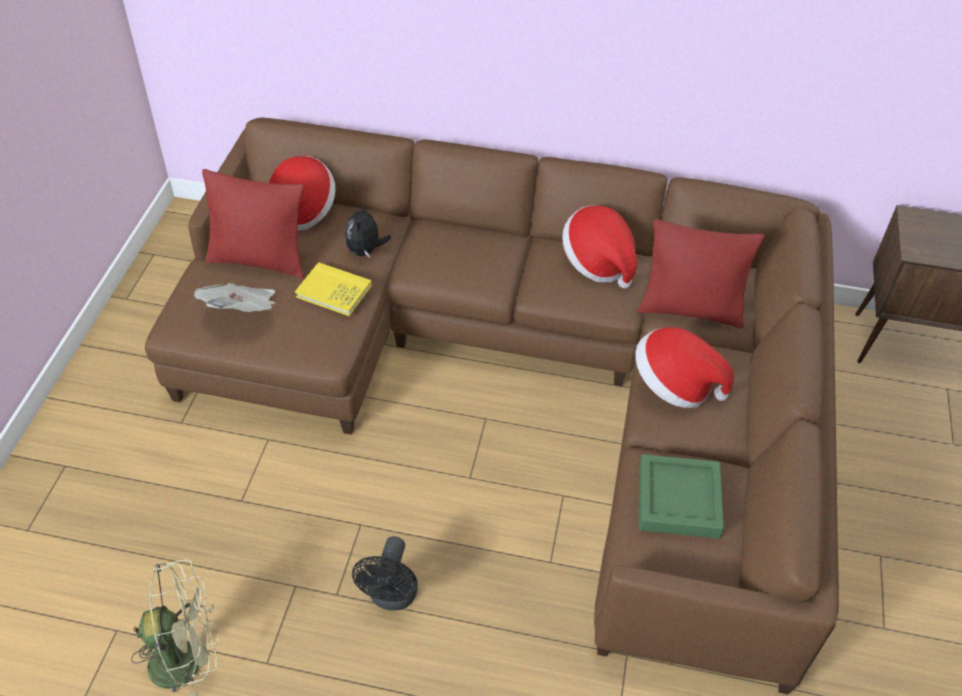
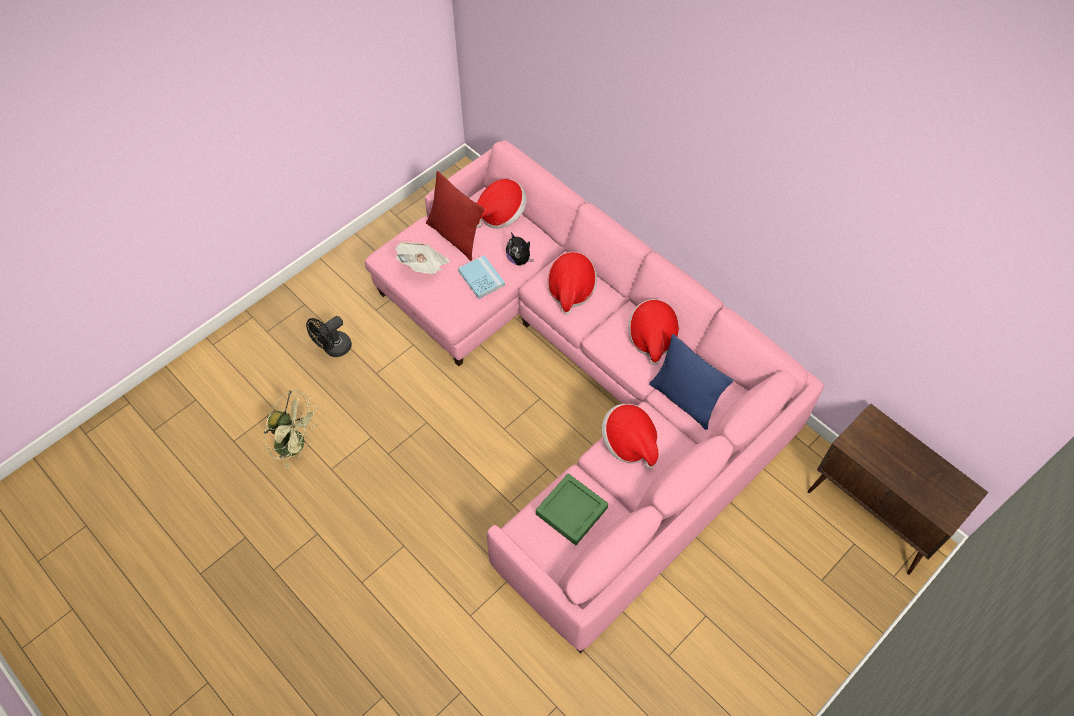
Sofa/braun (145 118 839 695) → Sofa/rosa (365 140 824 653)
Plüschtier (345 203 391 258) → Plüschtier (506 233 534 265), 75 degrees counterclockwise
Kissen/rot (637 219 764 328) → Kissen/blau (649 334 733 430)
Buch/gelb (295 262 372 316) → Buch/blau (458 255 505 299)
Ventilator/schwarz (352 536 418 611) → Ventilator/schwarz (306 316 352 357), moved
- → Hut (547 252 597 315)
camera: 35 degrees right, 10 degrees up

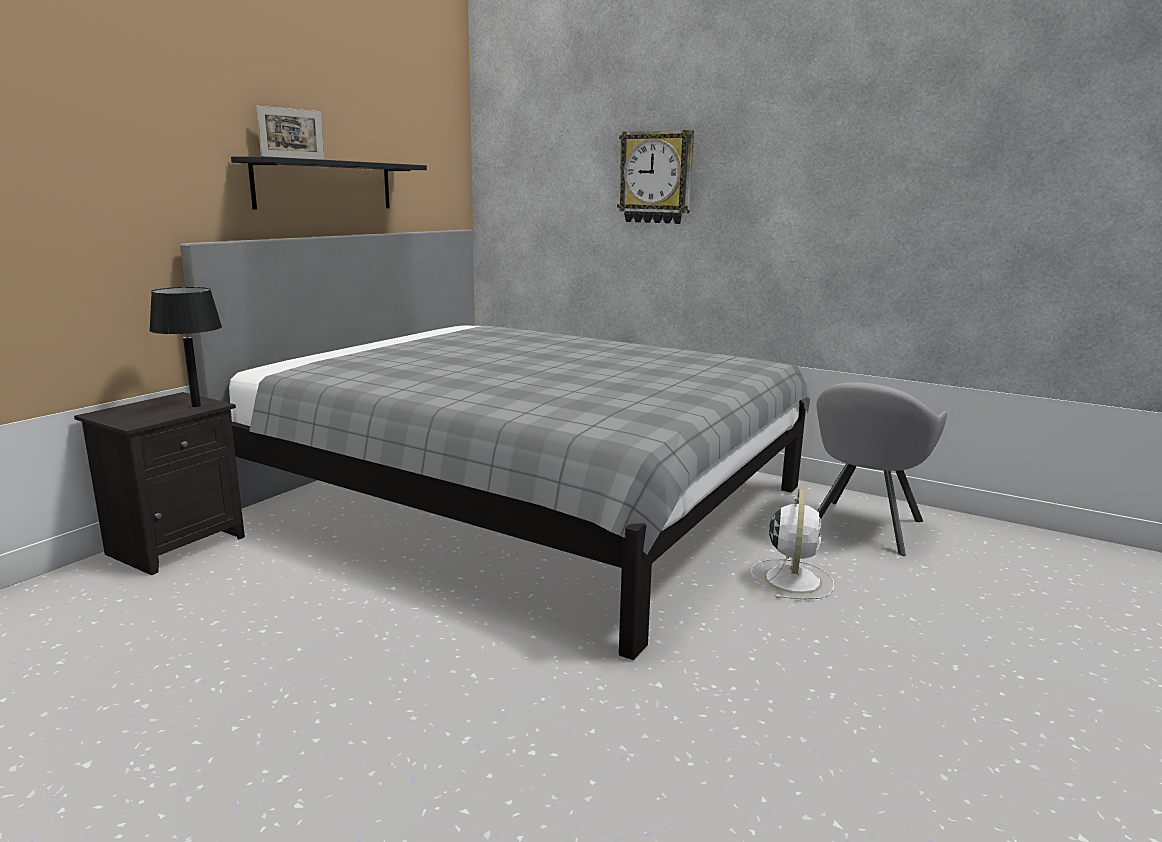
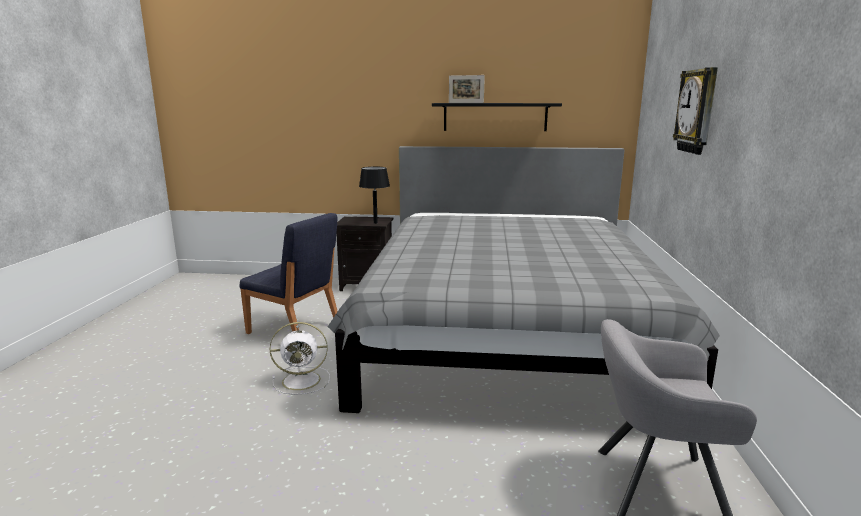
Ventilator/weiß (751 489 834 599) → Ventilator/weiß (270 322 330 395), moved
- → Stuhl/blau (240 213 338 334)
camera: 65 degrees right, 0 degrees up

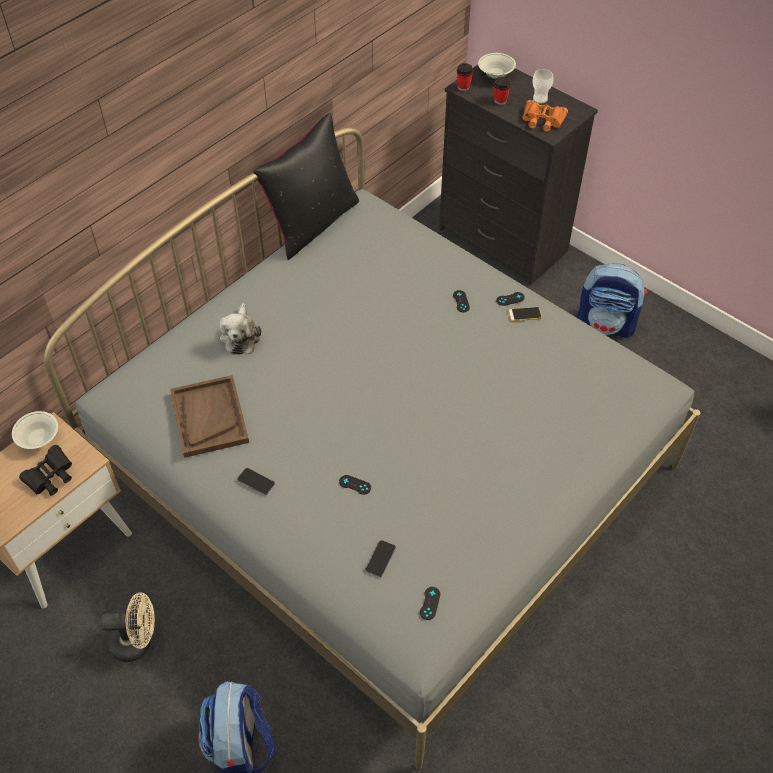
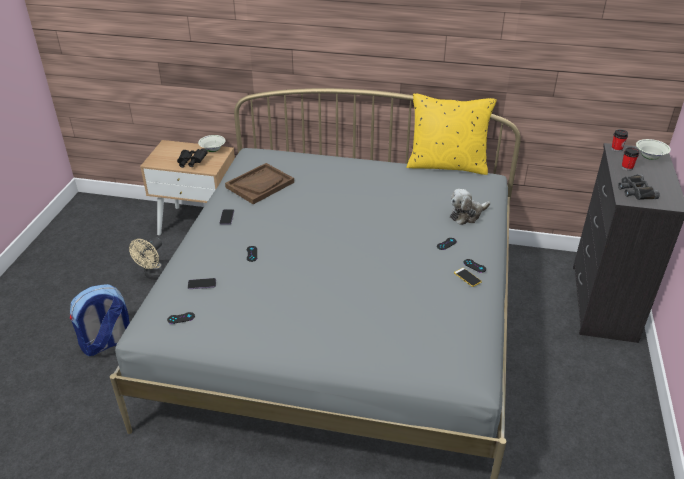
Tasse (532 69 554 103) → -
Fernglas/orange (522 100 568 131) → Fernglas/schwarz (618 174 660 200)
Kissen/schwarz (253 113 359 260) → Kissen/gelb (406 93 497 175)
Rucksack (576 264 647 338) → -
Plüschtier (220 303 261 355) → Plüschtier (450 189 490 225), moved
Ventilator/beige (101 592 155 662) → Ventilator/beige (129 238 168 280), 60 degrees clockwise
camera: 60 degrees right, 15 degrees down

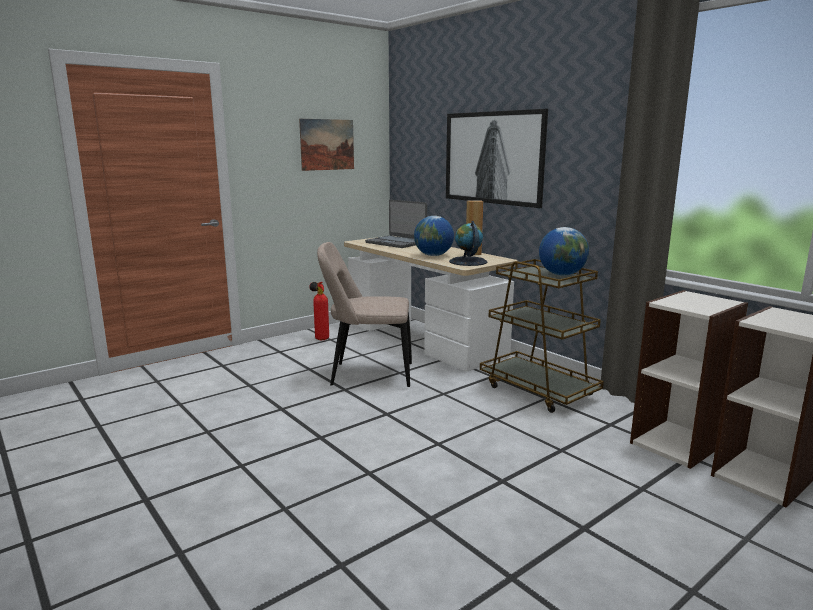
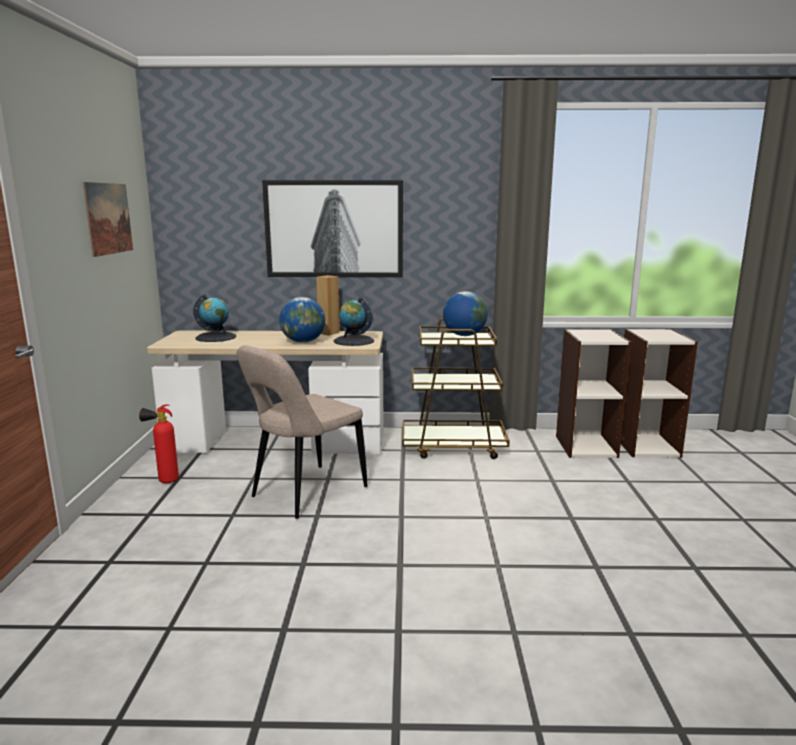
Laptop (365 199 427 248) → Globus (193 294 236 342)
camera: 50 degrees left, 0 degrees up

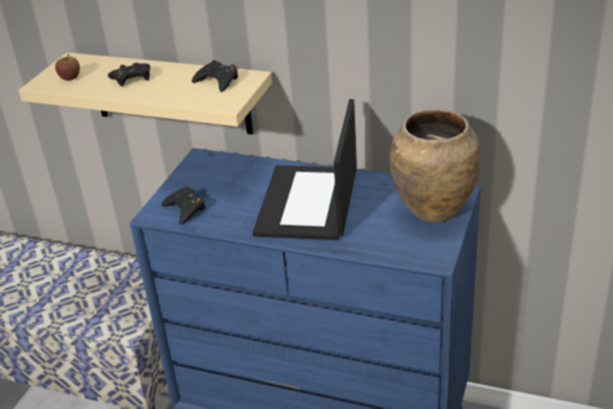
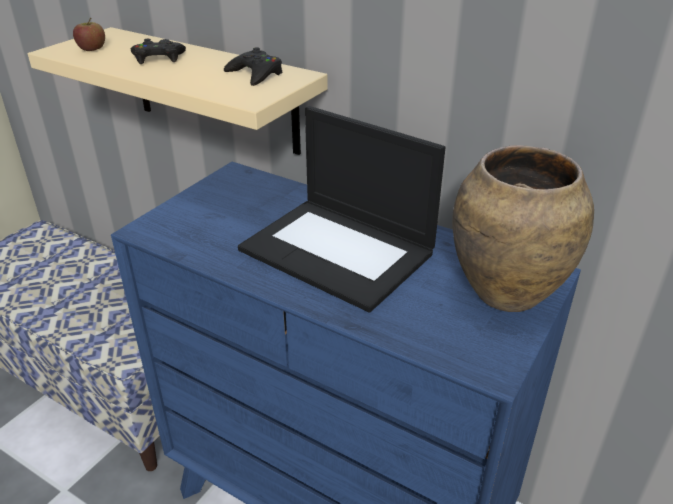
Laptop (253 99 357 240) → Laptop (238 106 446 313), 75 degrees counterclockwise
Gamepad/schwarz (161 187 206 224) → -
camera: 10 degrees right, 0 degrees up

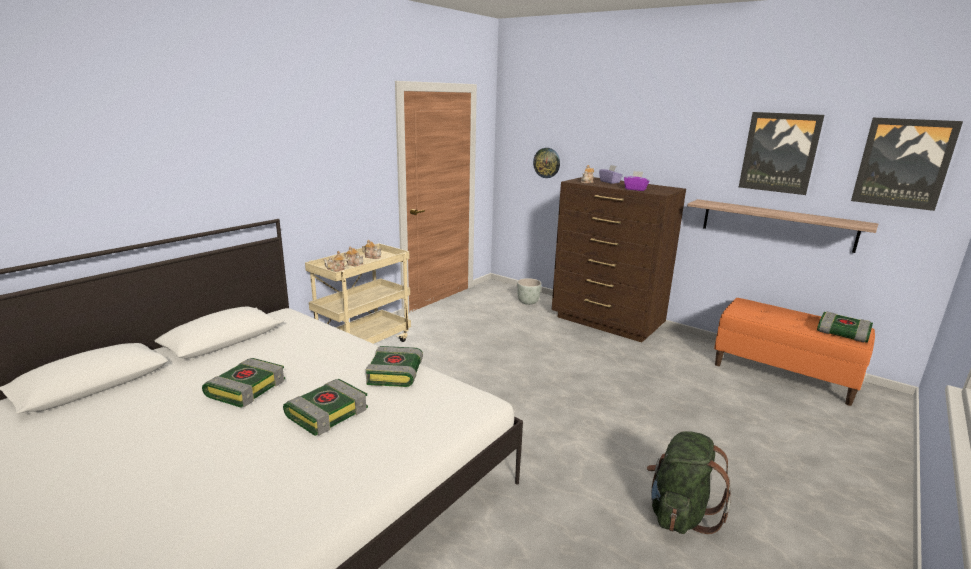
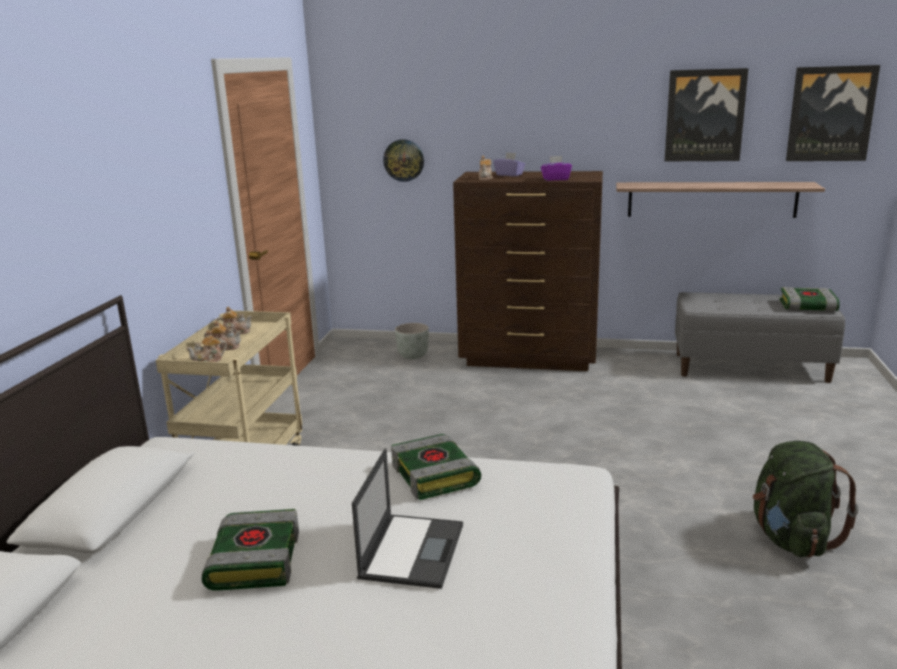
Bank/orange (714 298 875 406) → Bank/grau (675 292 845 383)
Buch (283 379 368 436) → Laptop (352 448 463 589)
camera: 25 degrees left, 0 degrees up

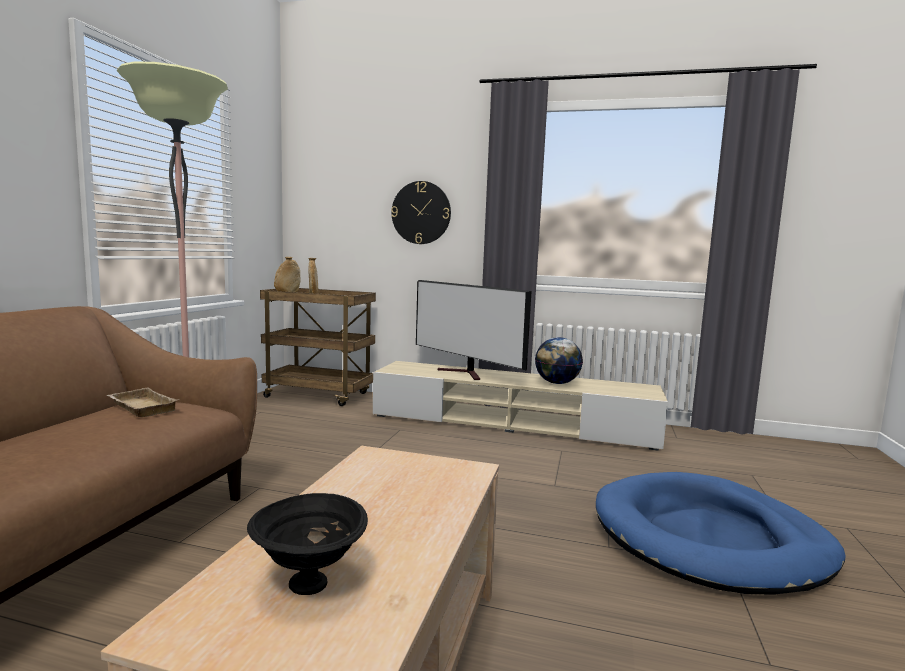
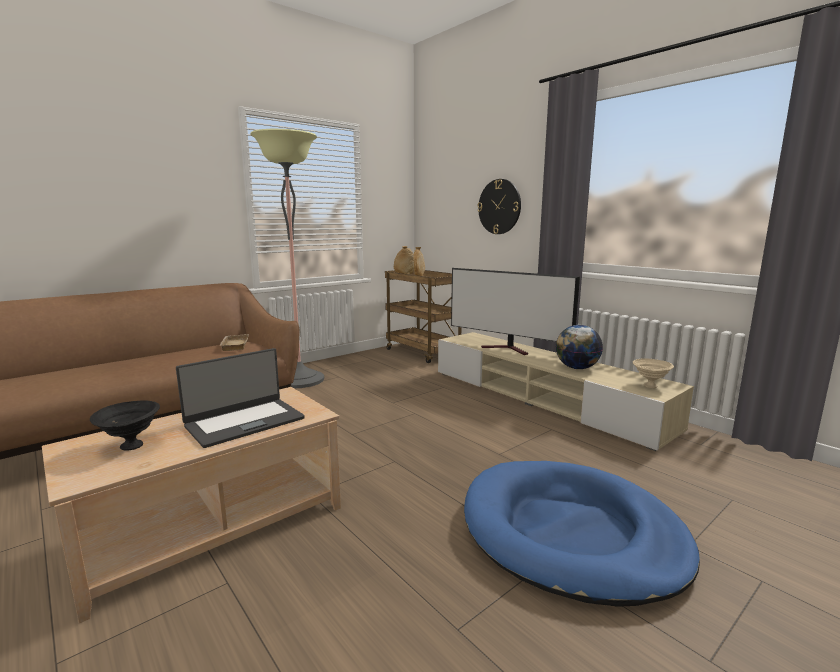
Fernseher (416 280 531 380) → Fernseher (451 268 580 355), 45 degrees counterclockwise
- → Laptop (176 348 305 448)
- → Schüssel/beige (633 358 674 388)
camera: 35 degrees right, 5 degrees up

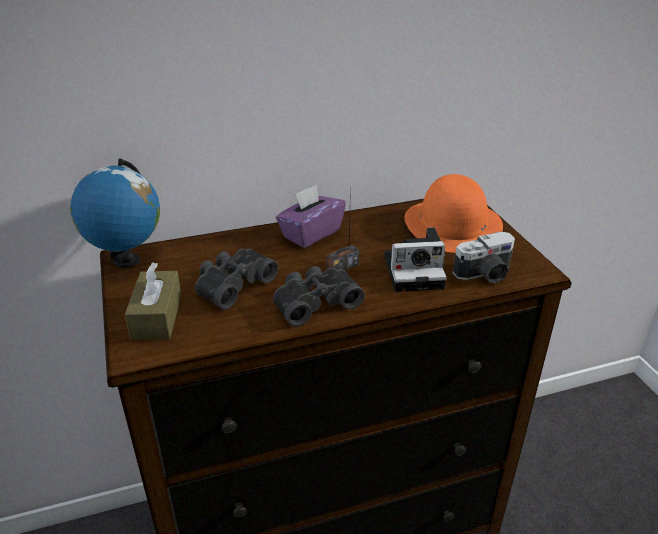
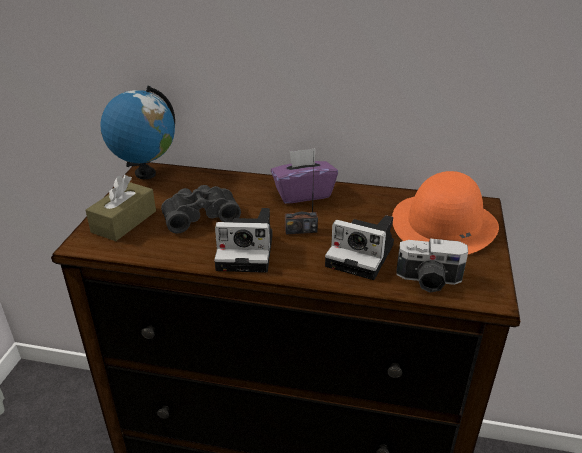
Fernglas/schwarz (273 266 365 327) → Kamera (214 208 272 273)
camera: 30 degrees right, 0 degrees up

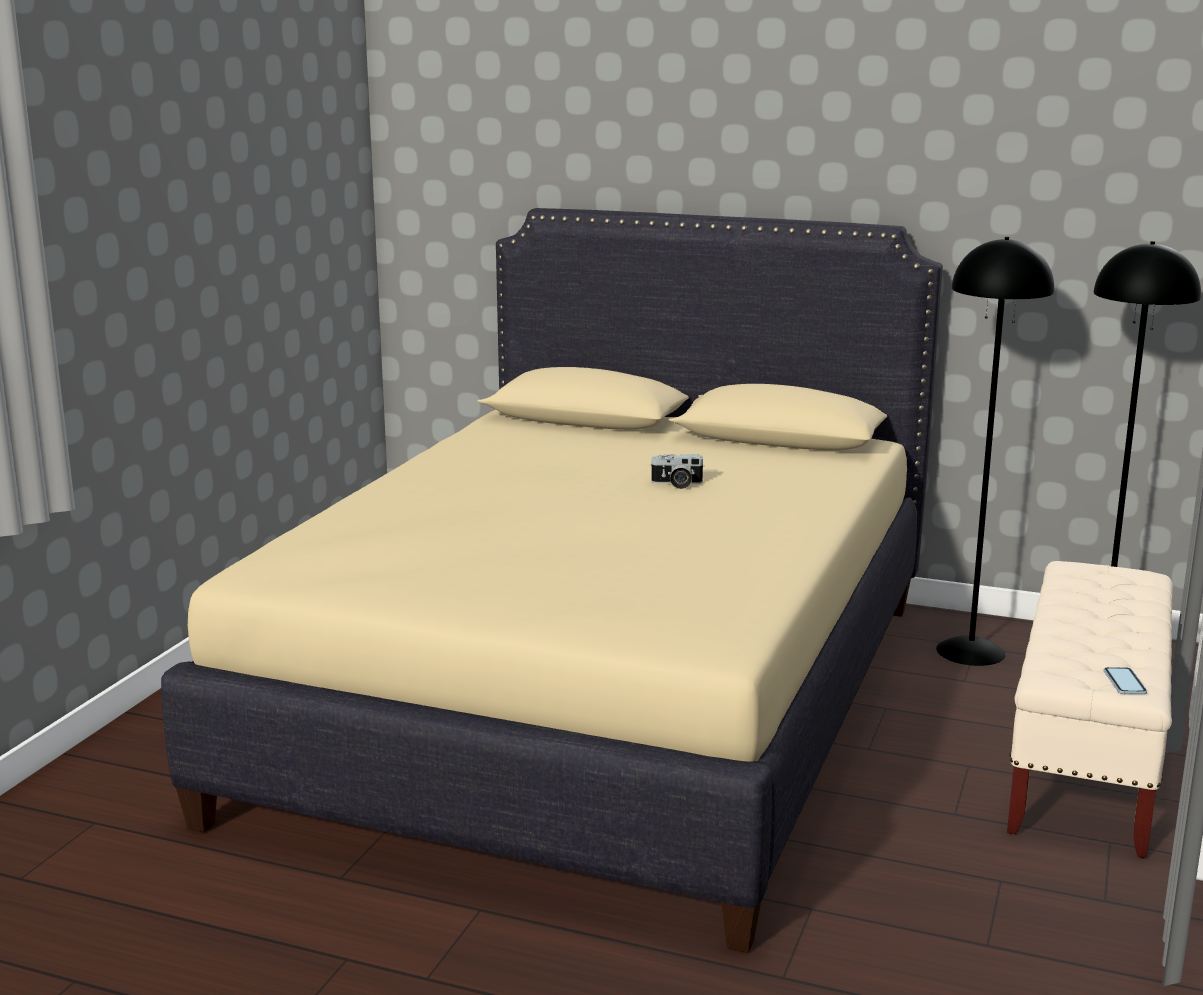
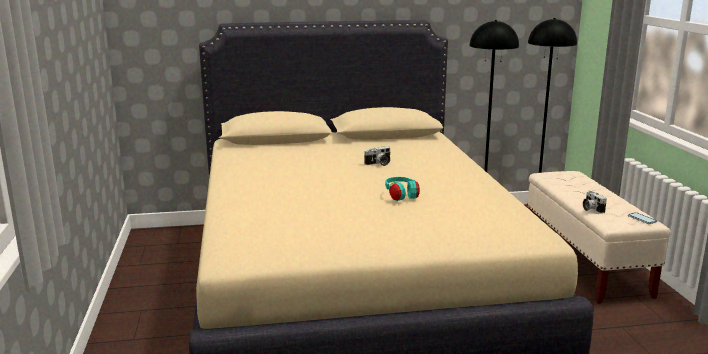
- → Kopfhörer/türkis (385 177 420 201)
- → Kamera (583 191 607 214)
camera: 30 degrees left, 0 degrees up

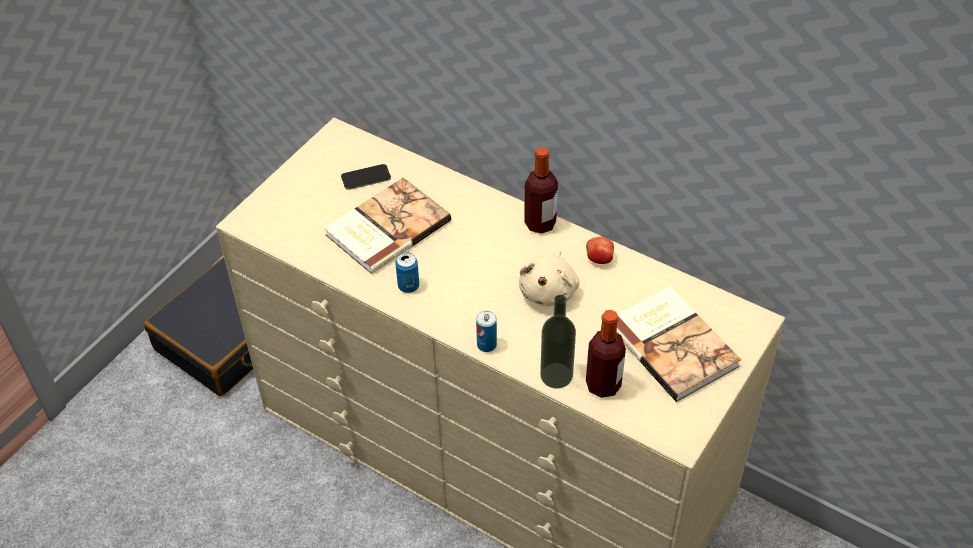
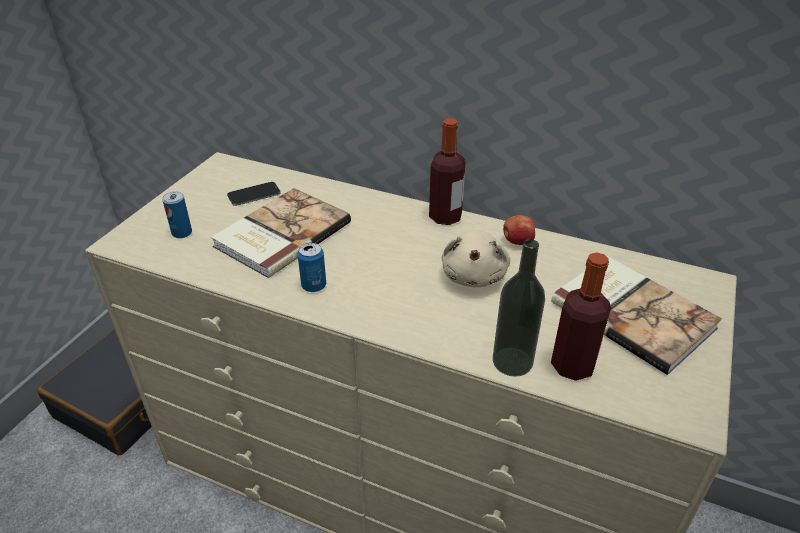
Dose (476 310 497 352) → Dose (162 191 192 238), moved
camera: 10 degrees left, 10 degrees down

